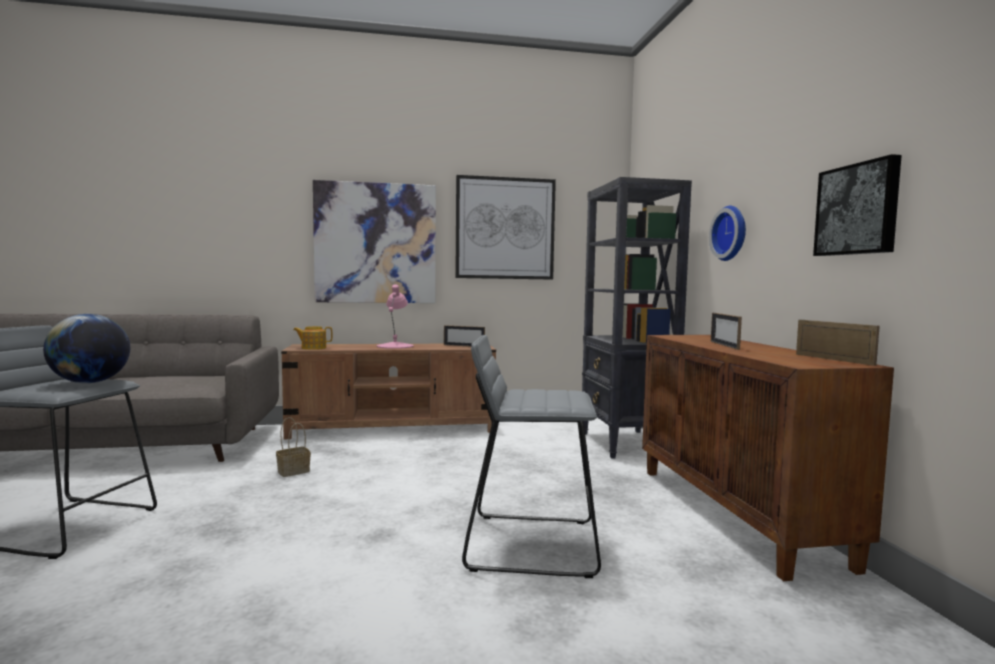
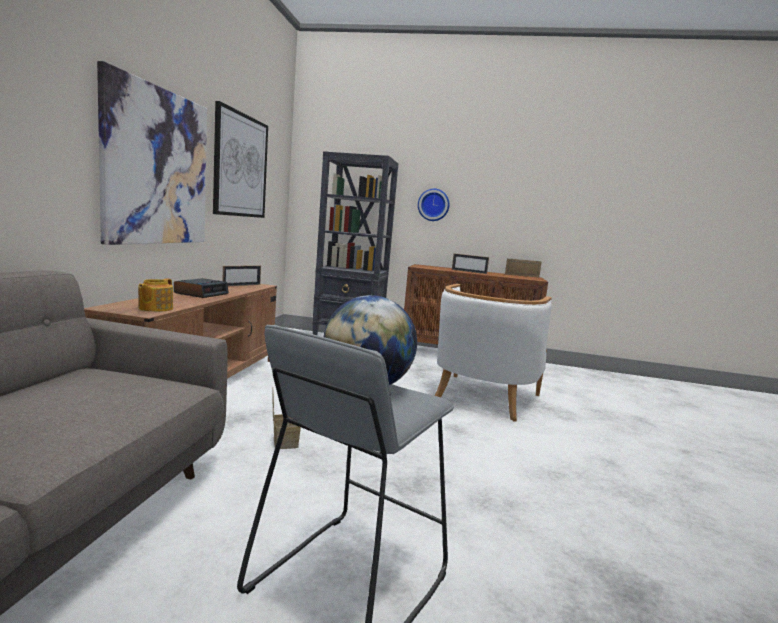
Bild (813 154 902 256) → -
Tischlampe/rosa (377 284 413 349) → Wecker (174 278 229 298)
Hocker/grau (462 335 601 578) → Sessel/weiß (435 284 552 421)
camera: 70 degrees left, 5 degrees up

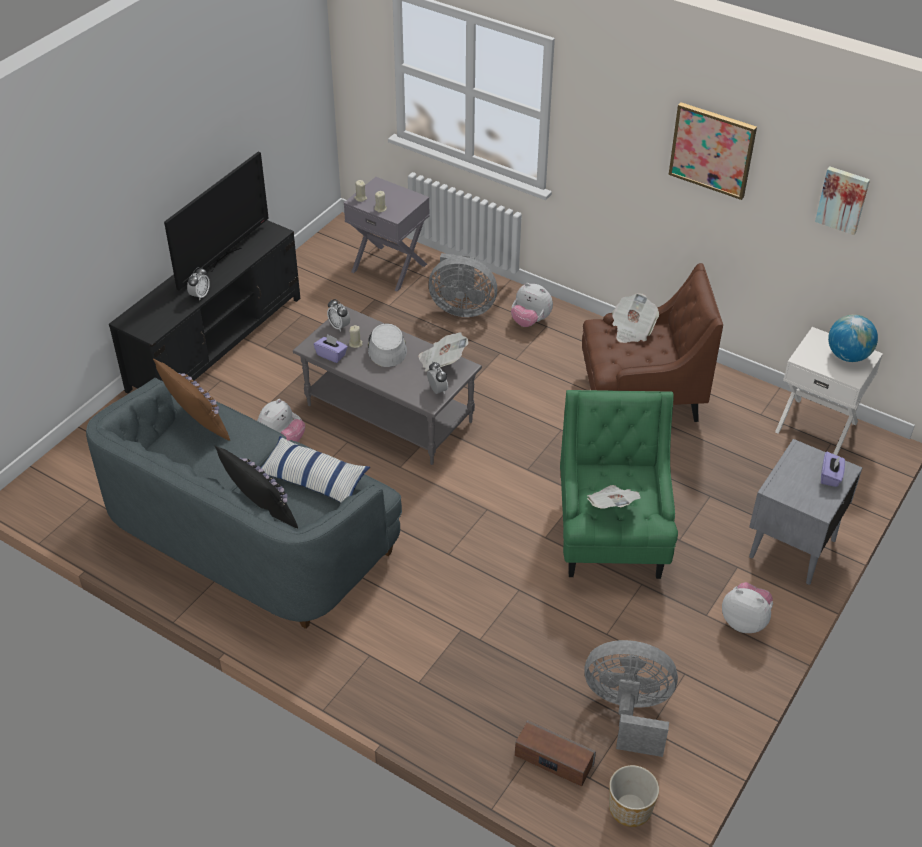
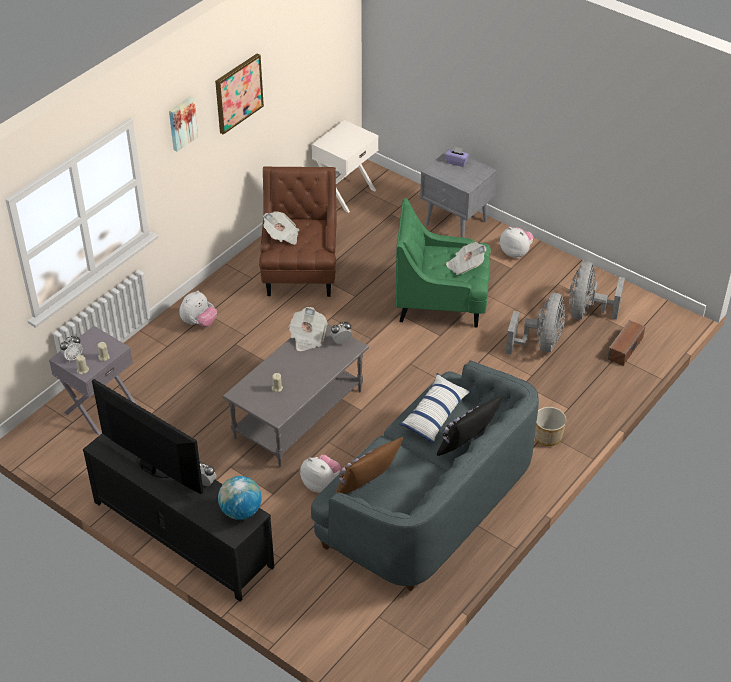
Bild (815 166 870 235) → Bild (169 96 198 152), moved
Ventilator/grau (429 253 497 317) → Ventilator/grau (506 293 565 354), moved
Wecker (327 299 350 332) → Wecker (60 336 83 362), moved
Globus (828 314 878 362) → Globus (218 476 262 520), moved
Hut/grau (368 324 407 367) → -
Taschentuchbox/lila (314 334 348 363) → -
Plüschtier (722 582 773 633) → Plüschtier (500 227 534 258), 90 degrees clockwise
Pflanzkübel (609 765 659 827) → Pflanzkübel (535 407 566 446), moved
camera: 85 degrees left, 0 degrees up

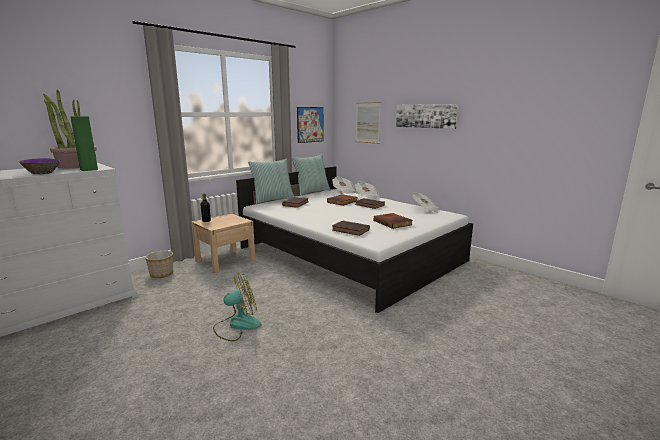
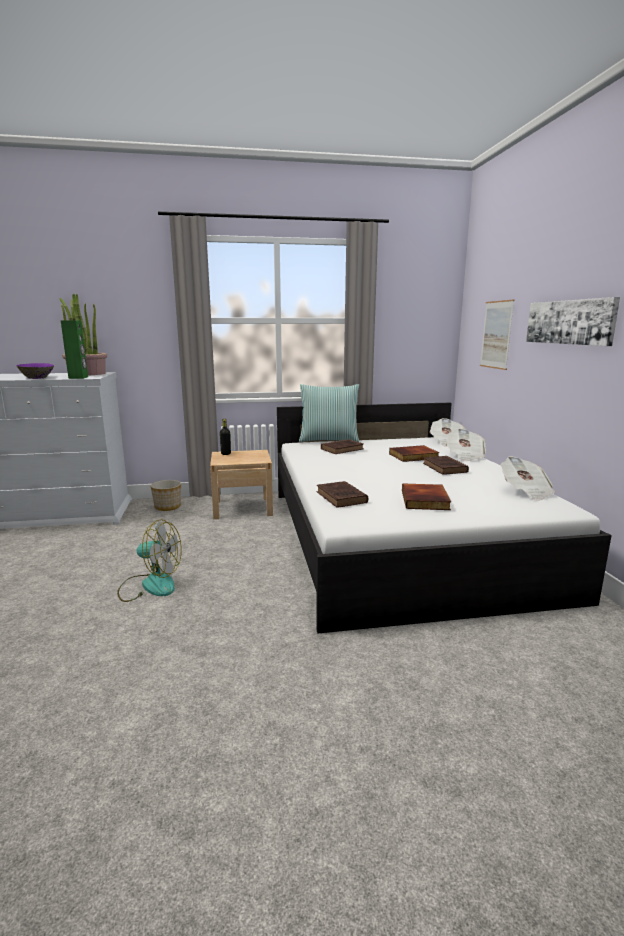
Bild (297 107 324 143) → -
Kissen (292 154 331 195) → -
camera: 35 degrees right, 0 degrees up

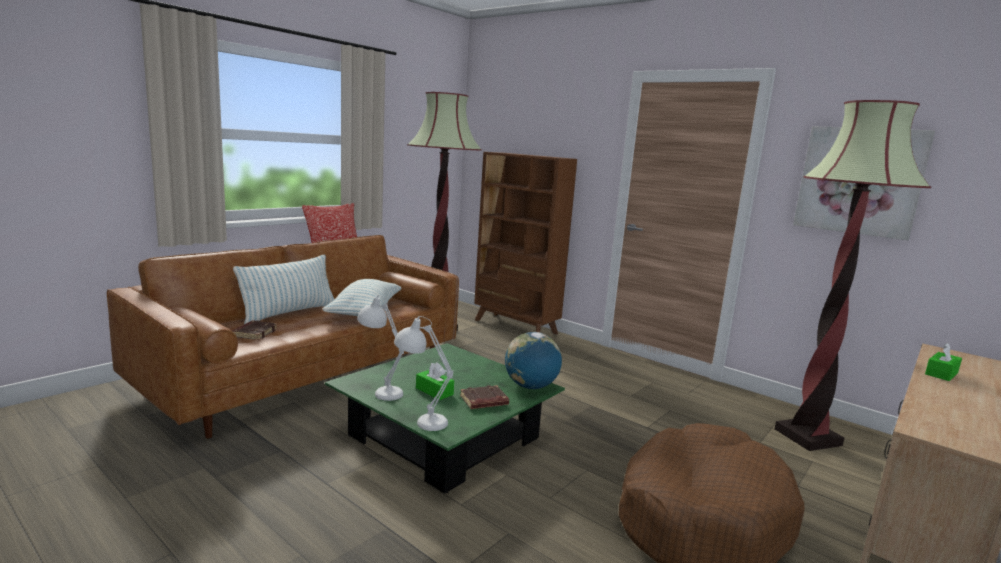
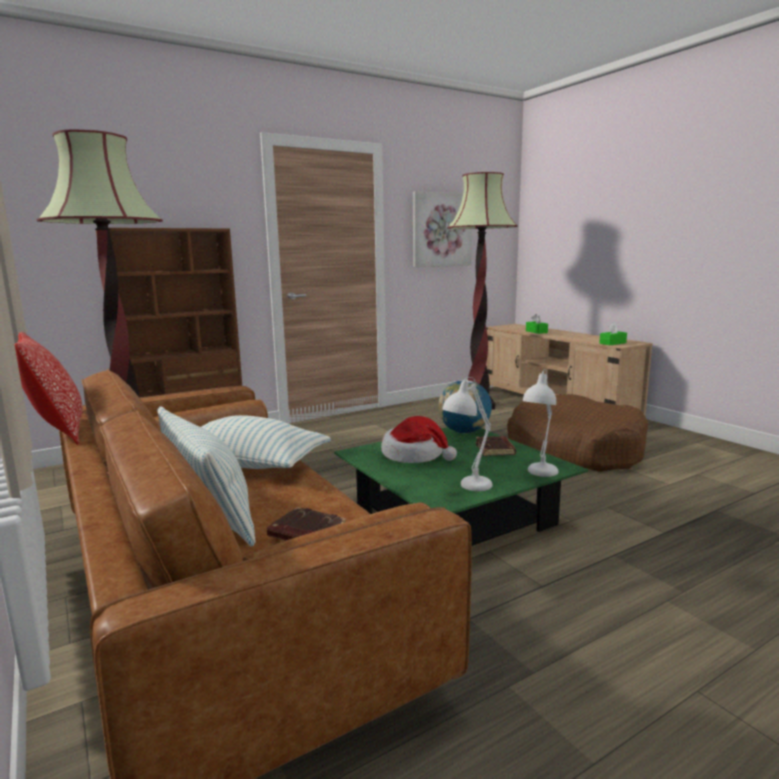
Taschentuchbox/grün (416 362 454 400) → Taschentuchbox/grün (599 323 627 345), moved
- → Hut (381 416 457 463)
camera: 70 degrees left, 0 degrees up

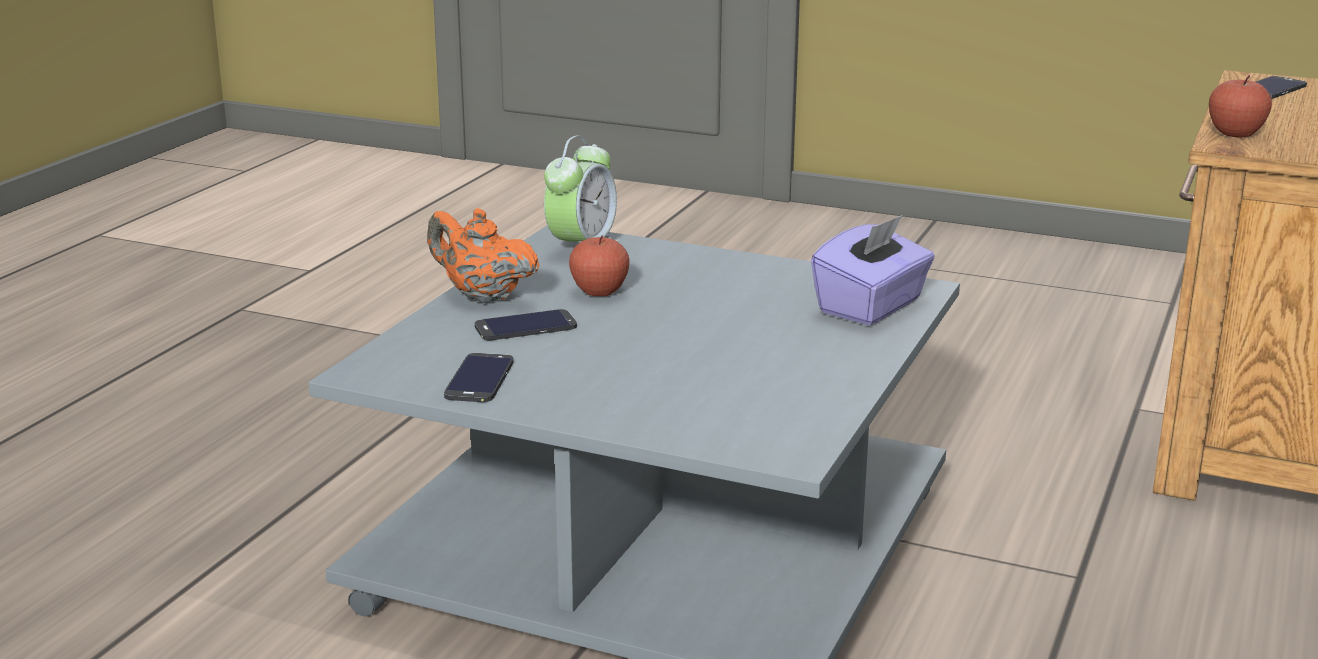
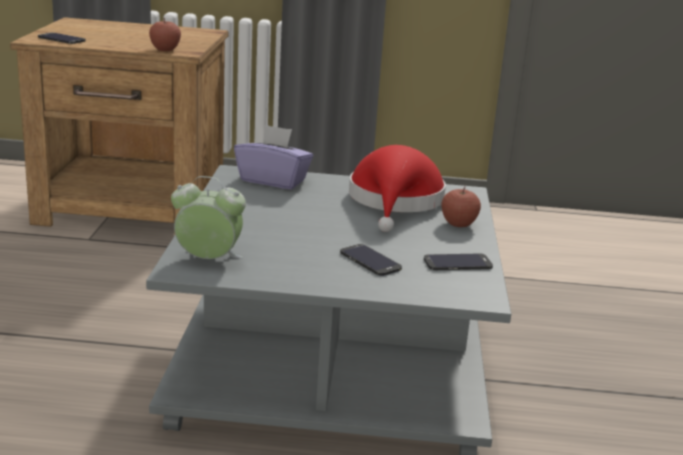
Teekanne/orange (427 208 540 303) → -
Apfel (569 236 629 296) → Apfel (442 187 481 227), moved
- → Hut/rot (349 145 446 232)
camera: 110 degrees left, 0 degrees up

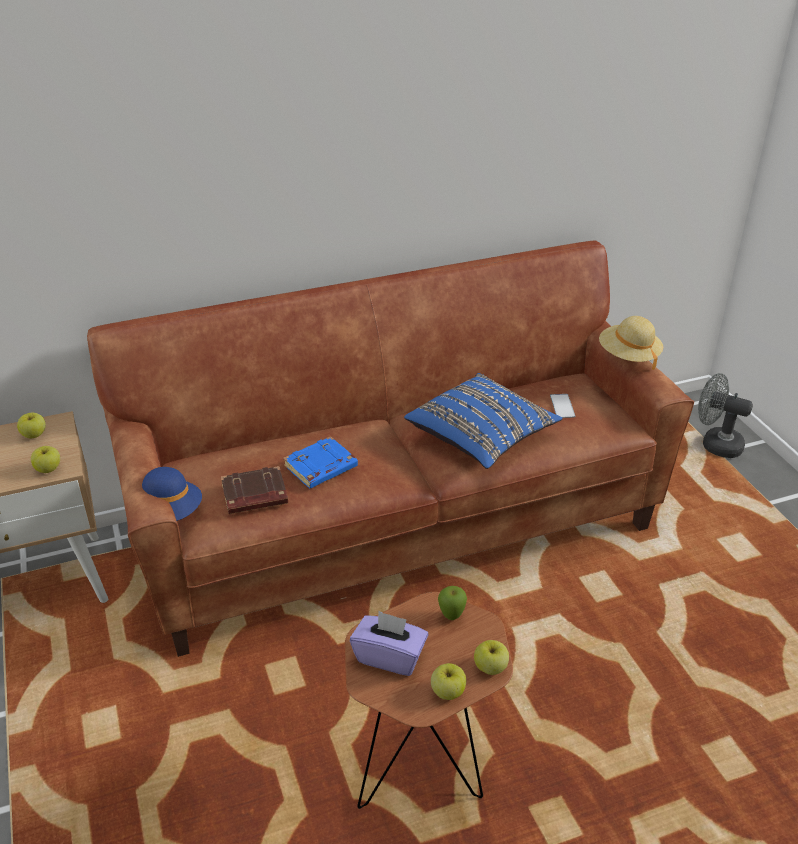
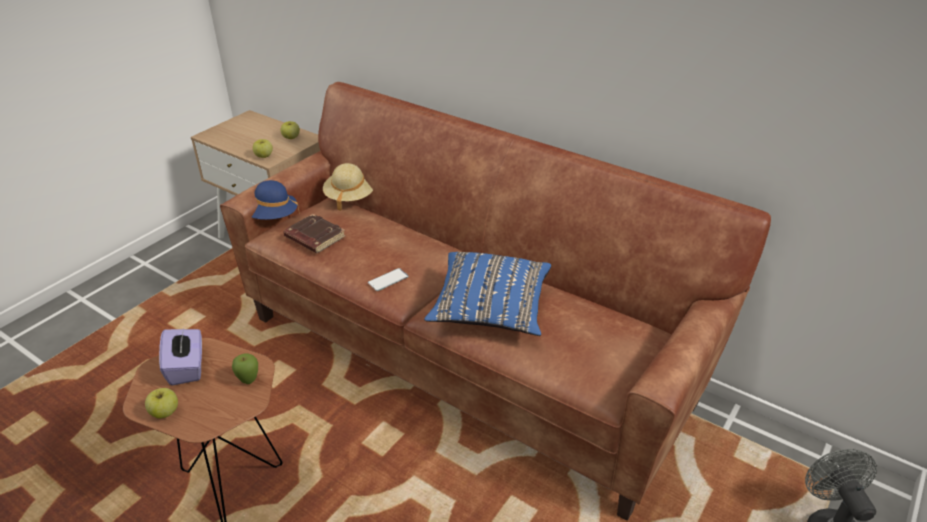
Hut/beige (599 316 663 370) → Hut/beige (323 163 373 211), moved
Handy (550 394 575 418) → Handy (368 268 409 291), moved
Buch/blau (283 436 358 488) → -
Apfel (474 640 509 675) → -
camera: 55 degrees right, 0 degrees up

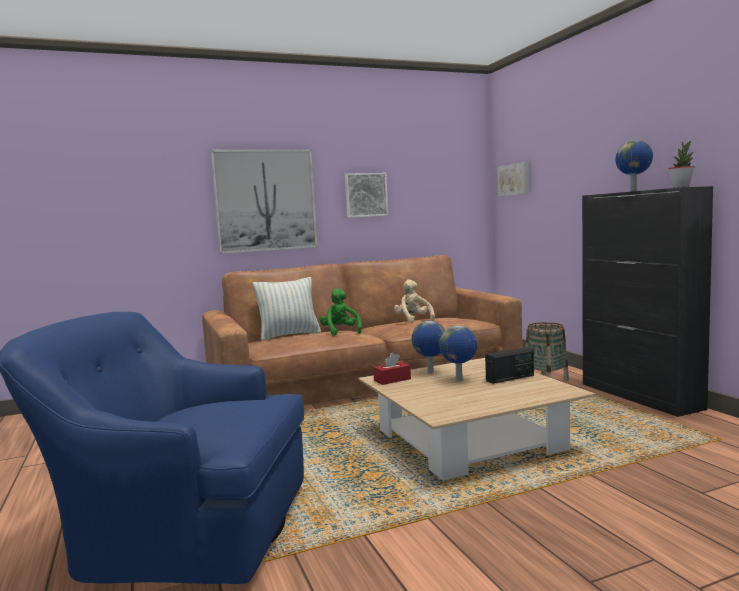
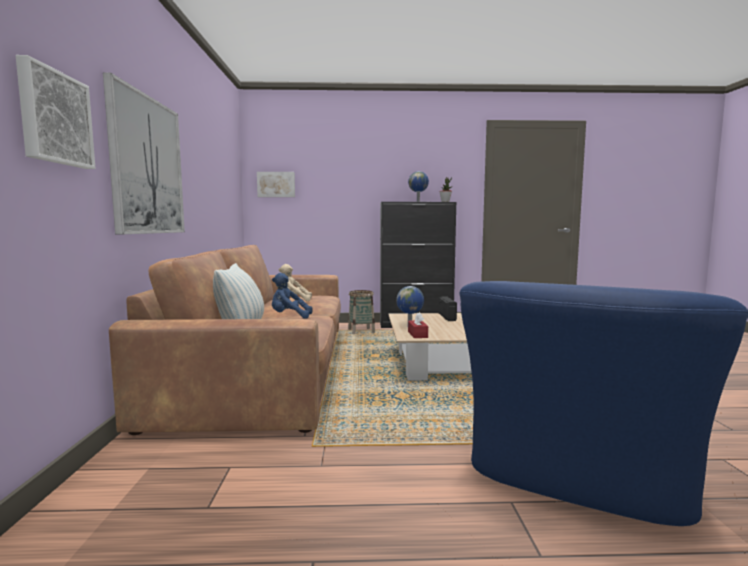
Bild (345 173 388 218) → Bild (15 55 96 169), moved
Plüschtier/grün (320 289 362 336) → Plüschtier/blau (272 273 313 319)
Globus (439 325 477 381) → -
camera: 70 degrees left, 0 degrees up

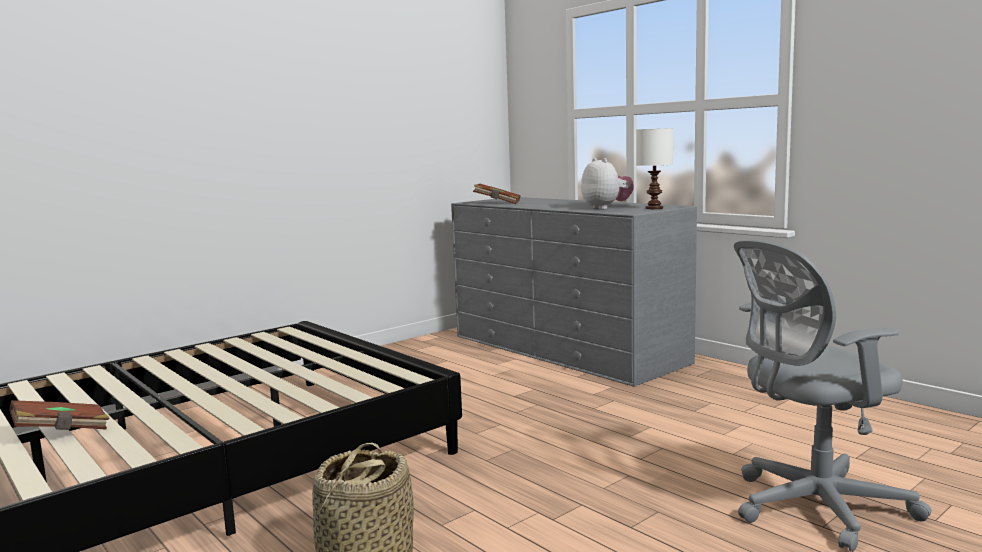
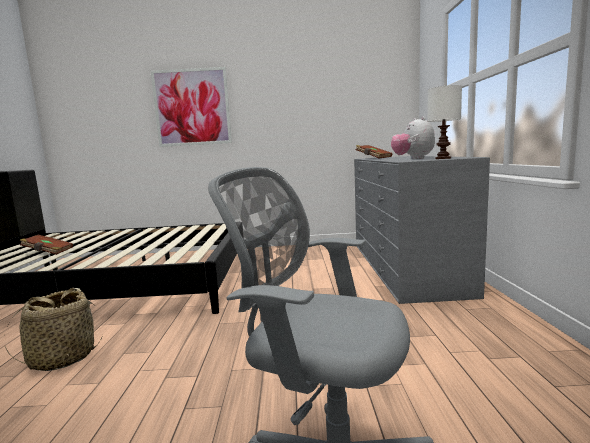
Plüschtier (581 158 634 209) → Plüschtier (391 117 435 159), 150 degrees clockwise
- → Bild (151 67 232 147)
camera: 40 degrees right, 0 degrees up

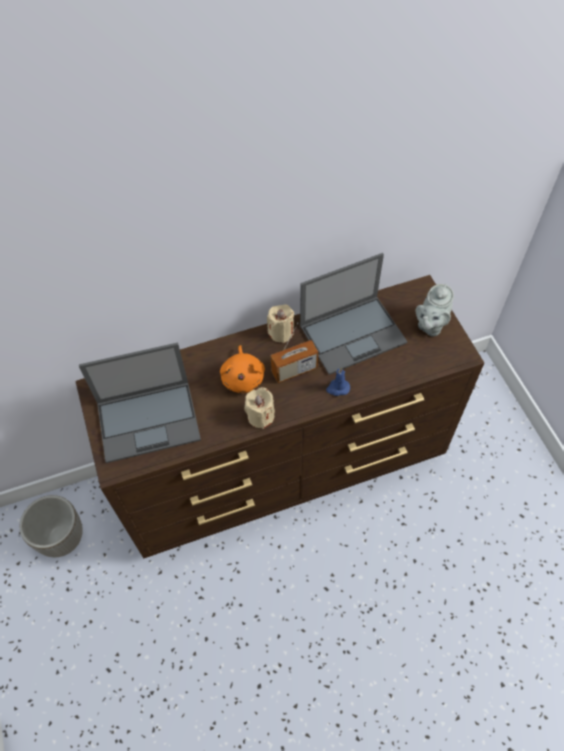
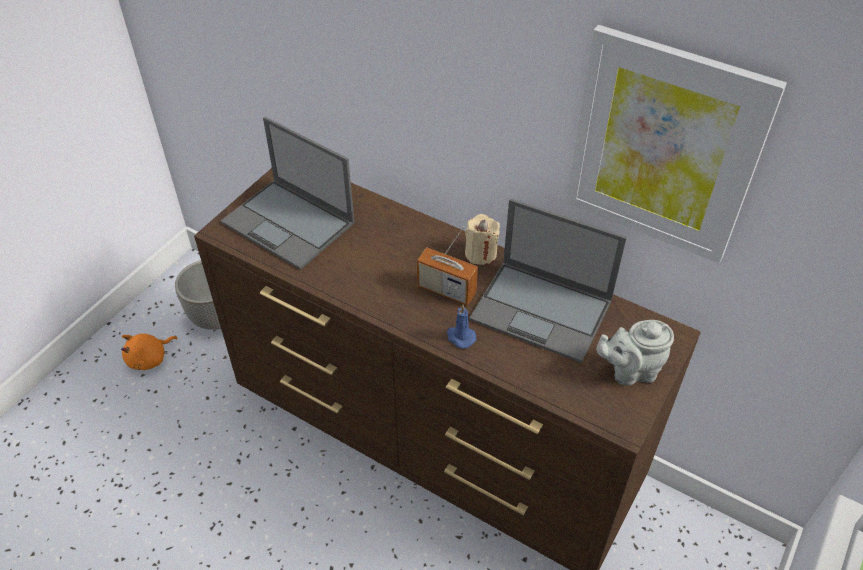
Plüschtier/orange (220 345 265 393) → Plüschtier/orange (121 334 177 370), moved
Kerze/beige (244 387 275 429) → -
- → Bild (566 25 787 263)
camera: 50 degrees right, 10 degrees down

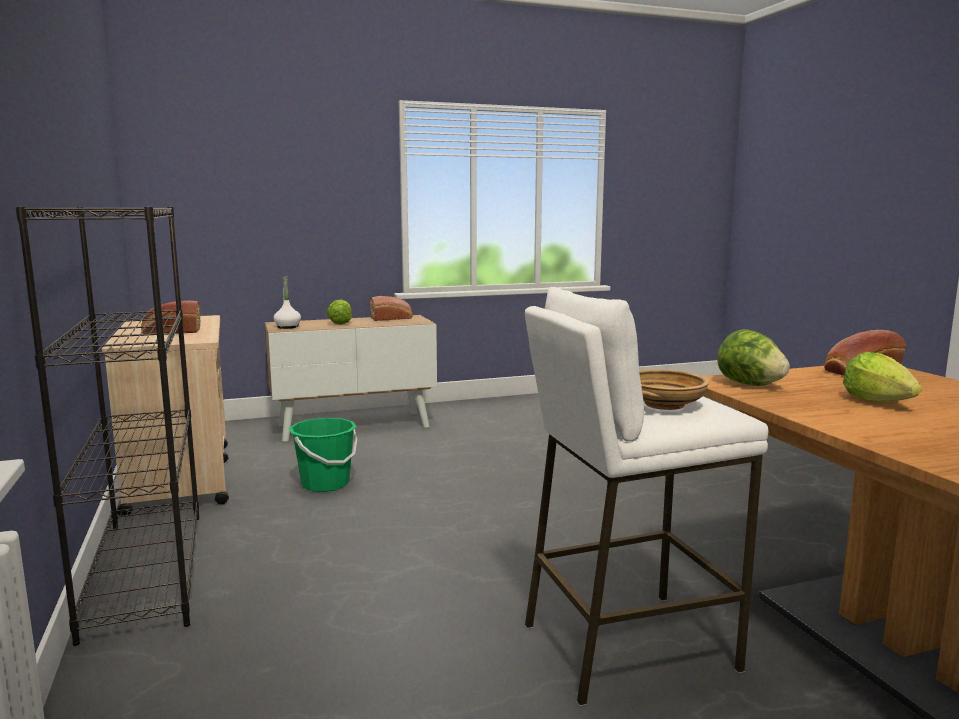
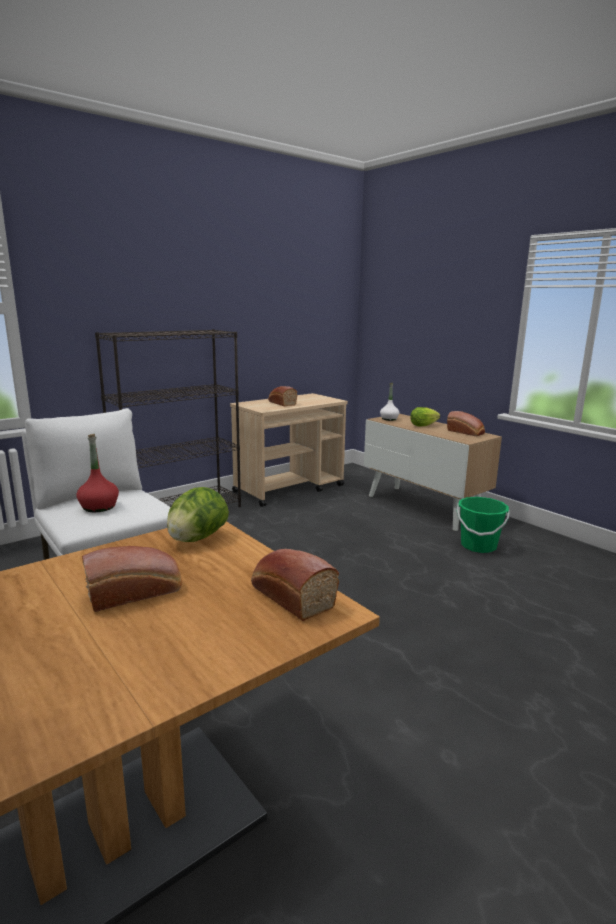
Salatkopf (843 352 922 402) → Brot (82 546 182 612)
Schüssel/beige (639 369 709 410) → Flasche/rot (76 434 119 512)
Eimer/grün (289 418 357 492) → Eimer/grün (457 497 510 553), moved
camera: 70 degrees right, 5 degrees up

